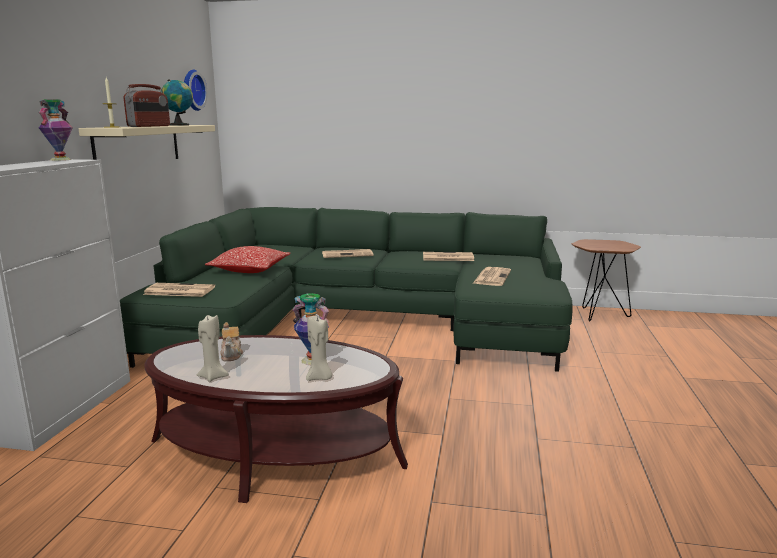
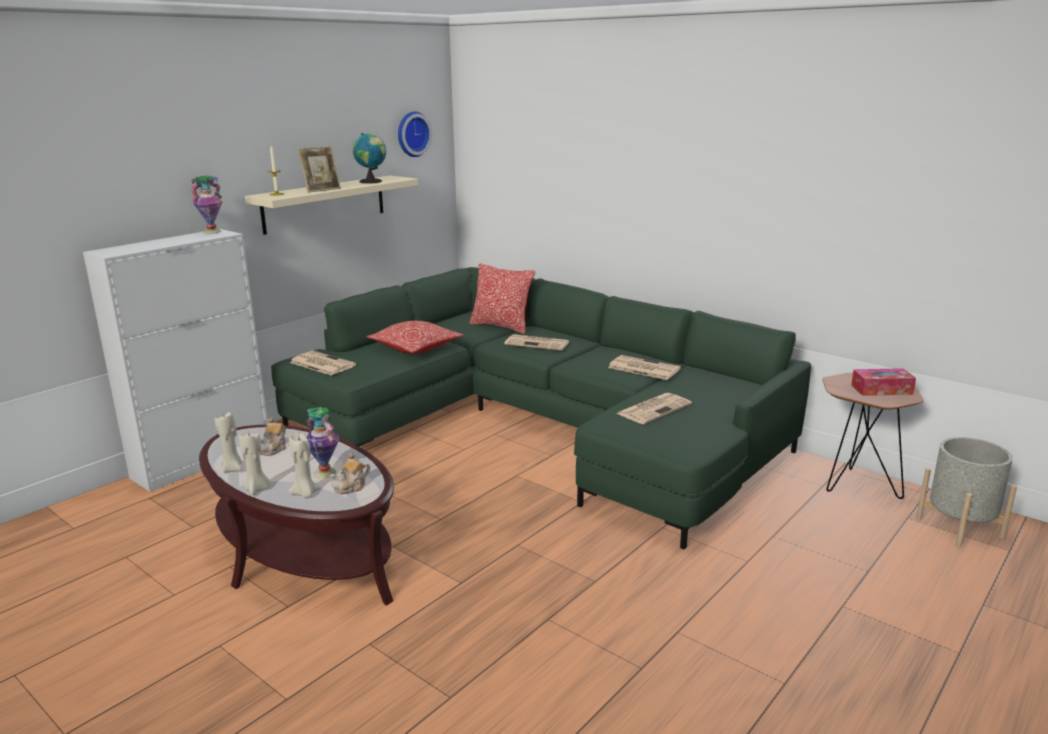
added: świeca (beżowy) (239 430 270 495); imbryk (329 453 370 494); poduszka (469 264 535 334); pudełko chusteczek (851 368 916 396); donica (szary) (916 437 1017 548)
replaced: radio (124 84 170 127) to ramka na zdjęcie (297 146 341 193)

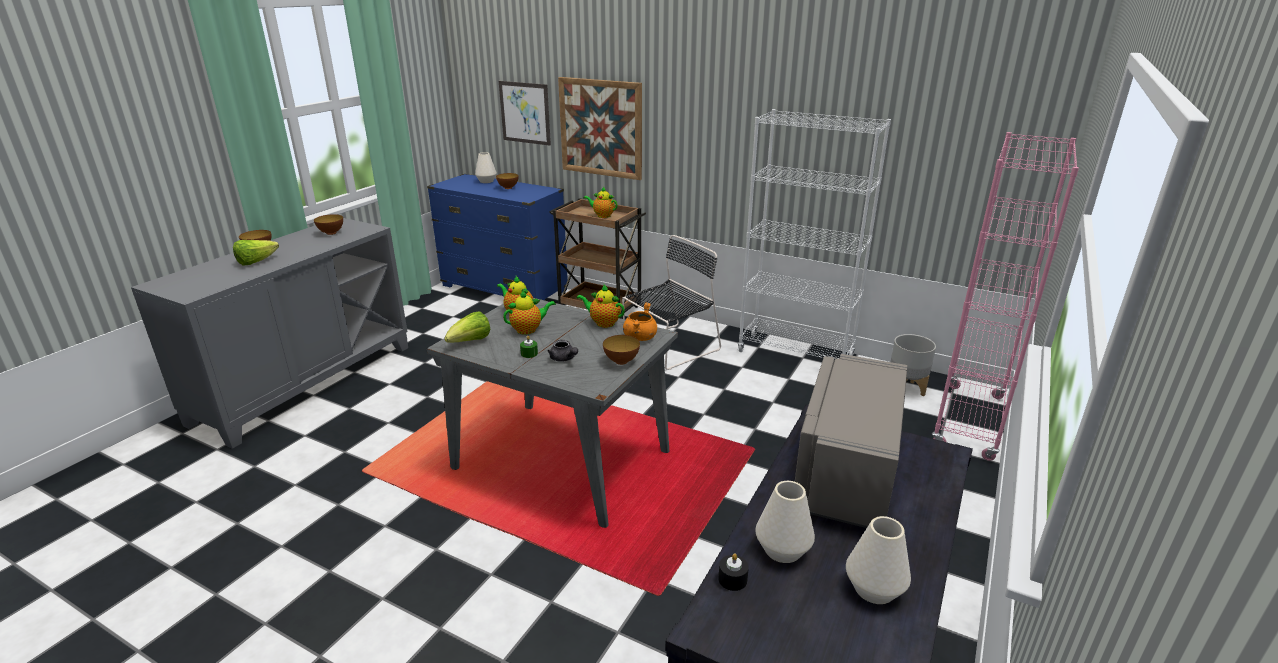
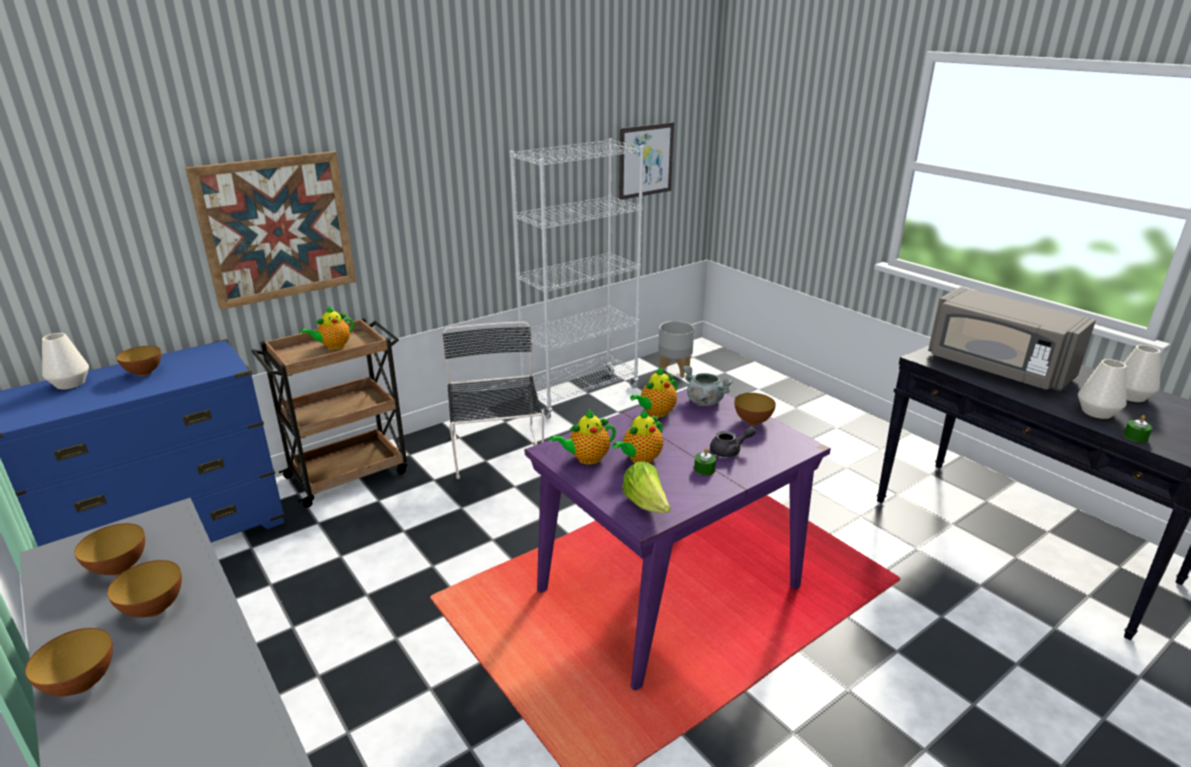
removed: sałata (233 240 279 266); regał (różowy) (932 132 1079 461)
added: miska (107 560 182 618)
moved: obraz (499 81 551 146) to (619 122 674 200)
recoloured: stół jadalny (szary) (427 298 678 528) to stół jadalny (fioletowy) (524 389 831 690); garnek (pomarańczowy) (623 302 657 341) to garnek (szary) (683 366 733 406); świeca (czarny) (718 553 749 591) to świeca (zielony) (1124 415 1153 442)
turned: imbryk (503 291 556 335) = (612 410 663 463) 135 degrees counterclockwise

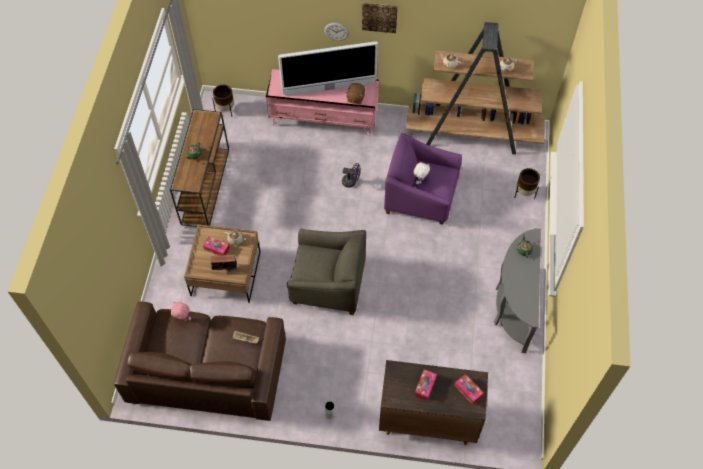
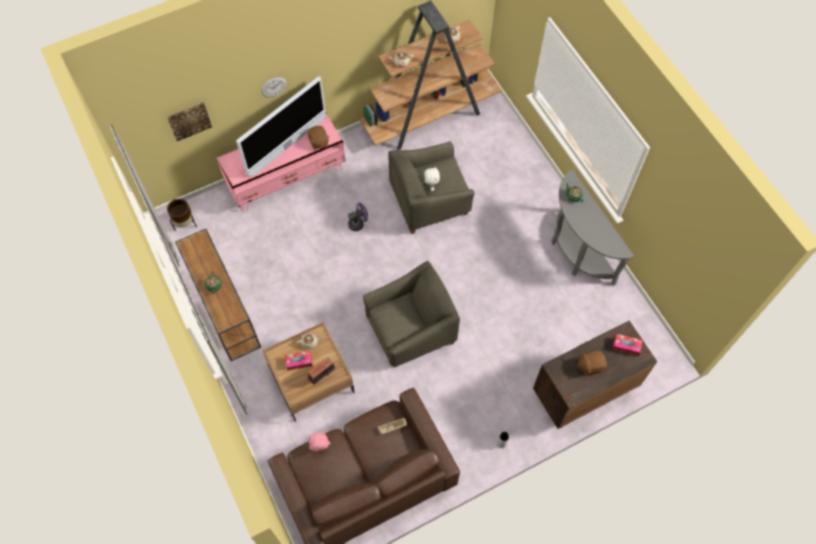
removed: donica (brązowy) (514 168 540 199)
moved: obraz (362 3 398 33) to (167 102 212 141)
replaced: pudełko chusteczek (414 369 437 400) to pluszak (brązowy) (577 351 607 376)
recoloured: fotel (fioletowy) (384 133 462 225) to fotel (szary) (388 141 475 234)

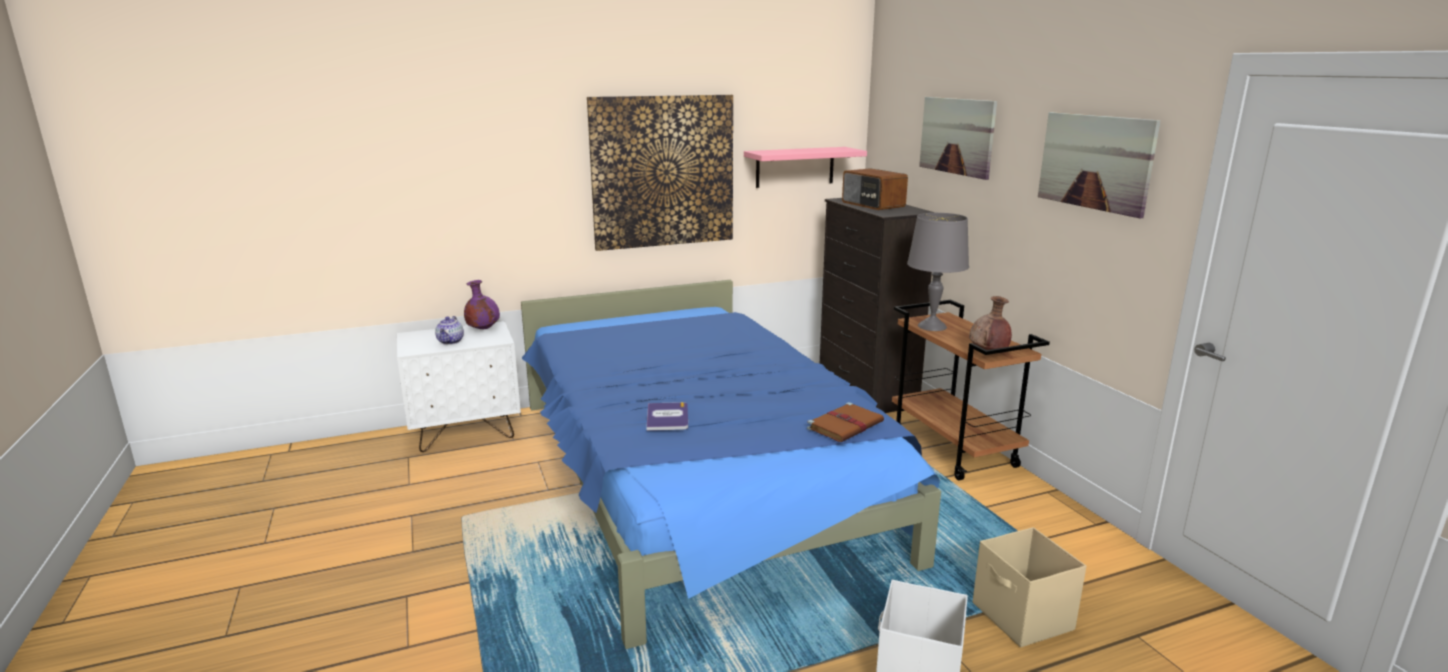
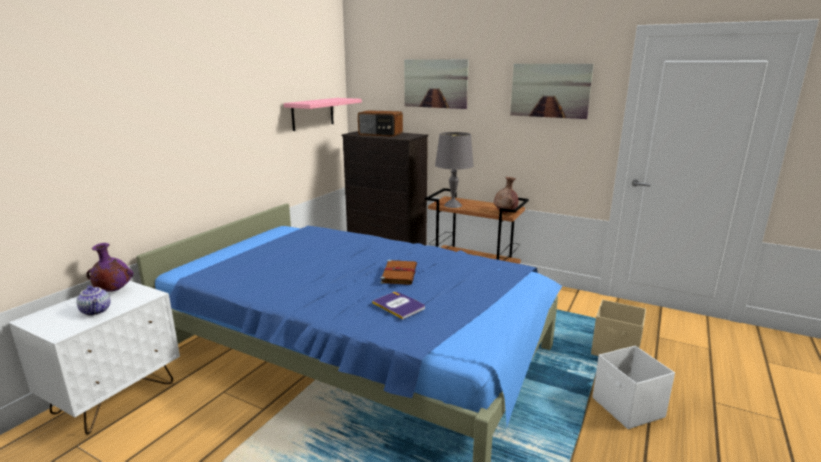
removed: obraz (587 95 733 251)
moved: książka (brązowy) (807 402 884 442) to (380 260 417 285)

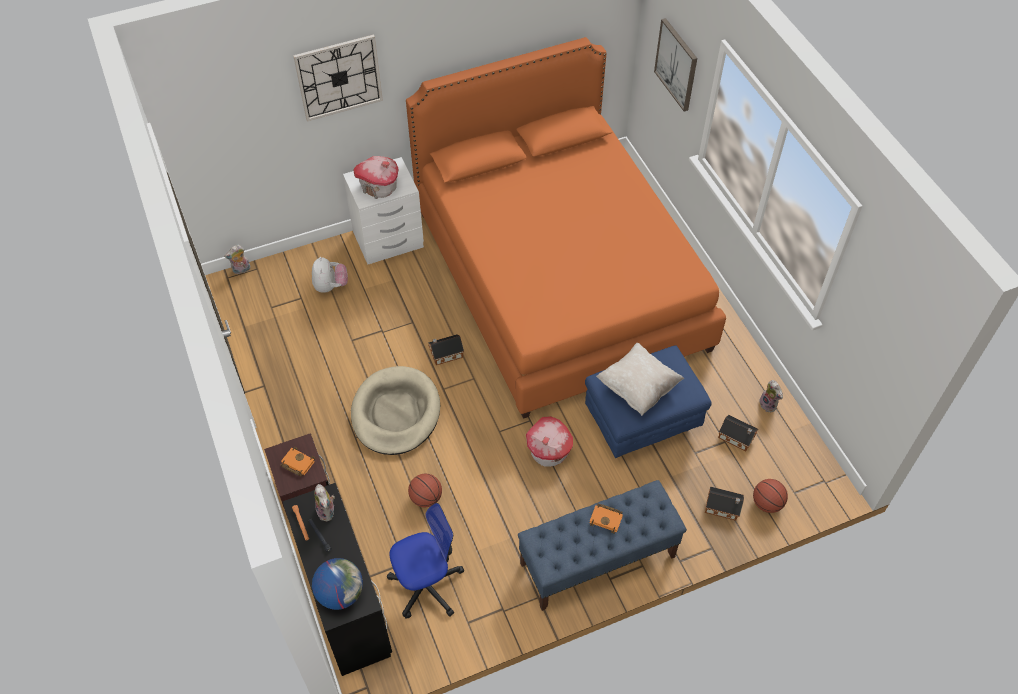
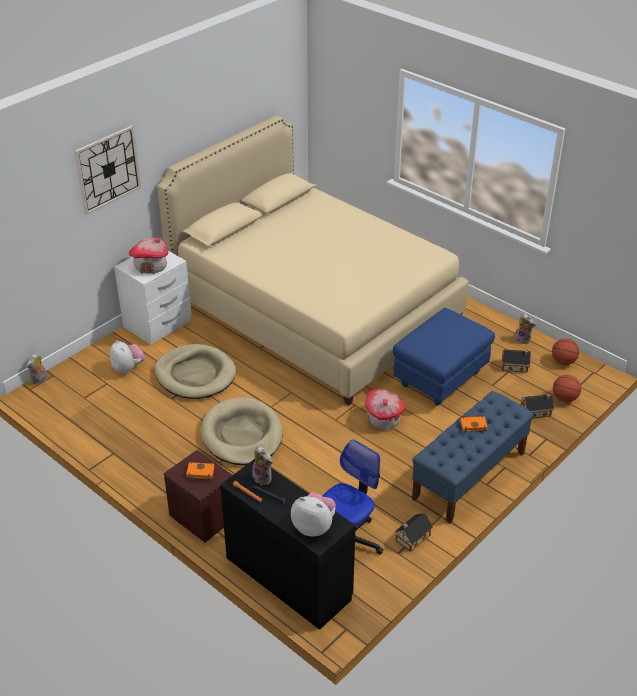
removed: poduszka (beżowy) (596 343 684 416); obraz (654 18 697 112)
added: legowisko (beżowy) (154 344 236 399)
moved: piłka do koszykówki (408 474 442 507) to (552 338 579 365); domek (428 334 464 365) to (394 513 433 552)
replaced: globus (312 558 363 610) to pluszak (291 492 336 536)
recoloured: łóżko (pomarańczowy) (406 37 726 419) to łóżko (beżowy) (157 115 469 405)

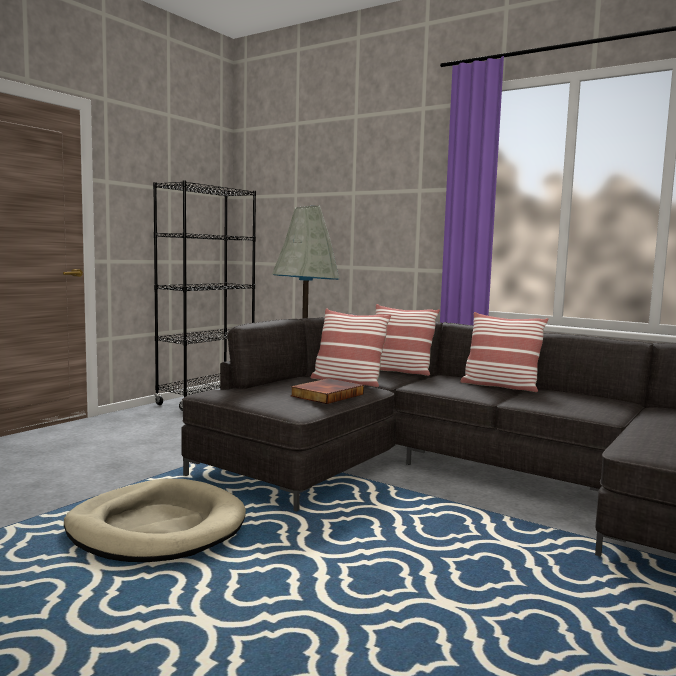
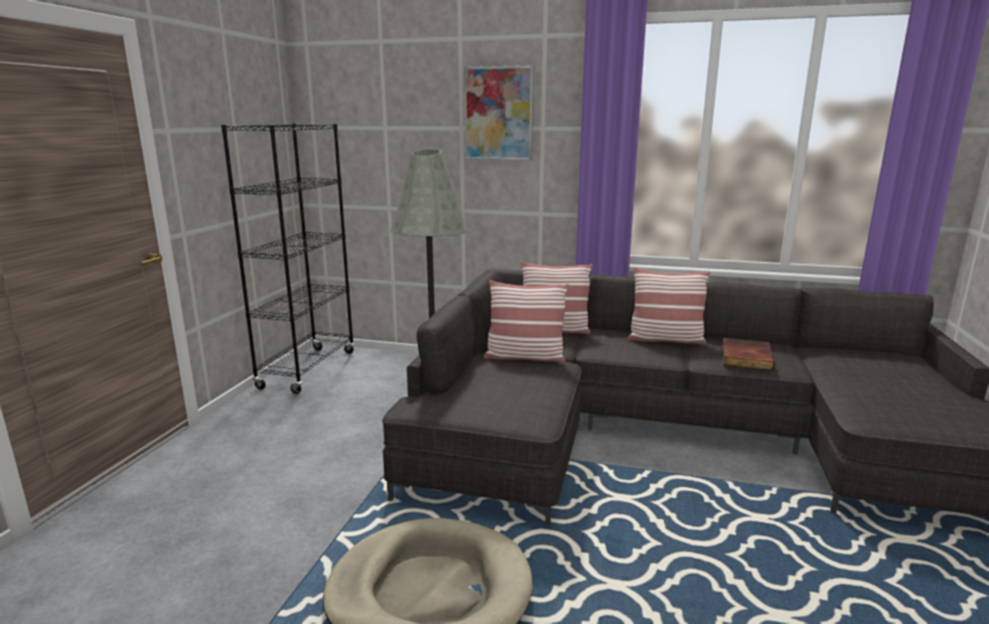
added: obraz (464 65 534 160)
moved: książka (290 378 364 404) to (722 338 775 371)

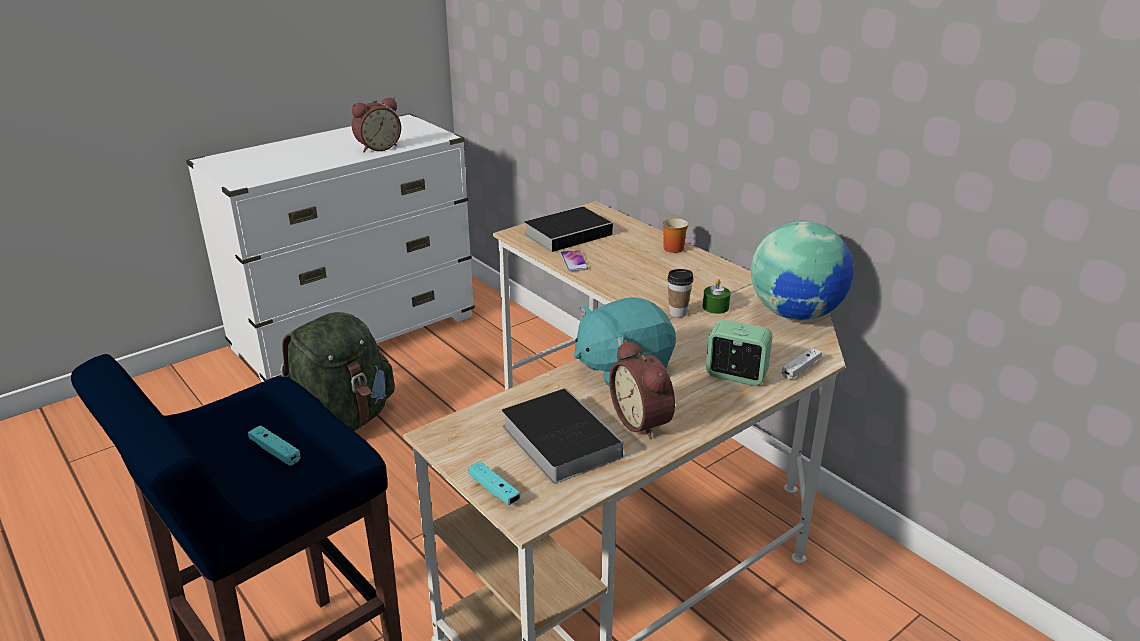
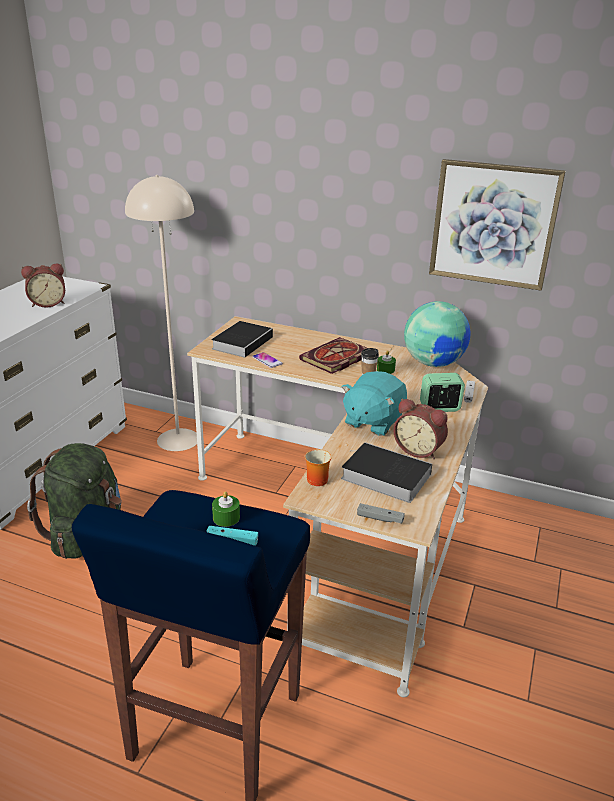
added: lampa stojąca (beżowy) (125 175 197 451); świeca (zielony) (212 491 240 527); książka (299 337 367 374); obraz (429 159 566 291)
moved: kubek (662 218 689 253) to (305 449 332 486)
recoloured: pad do gier (turkusowy) (469 461 521 505) to pad do gier (szary) (357 503 405 524)
turned: budzik (352 97 401 152) = (21 263 65 307) 45 degrees clockwise

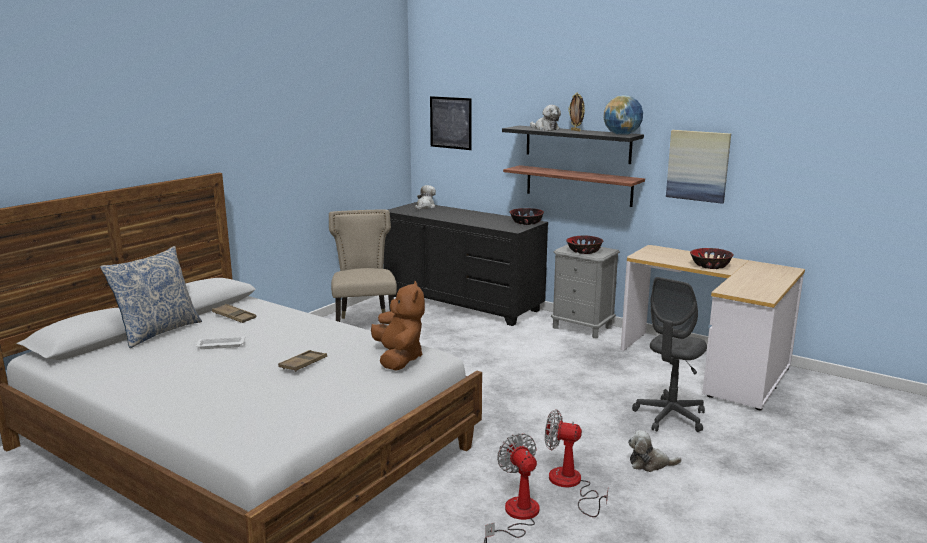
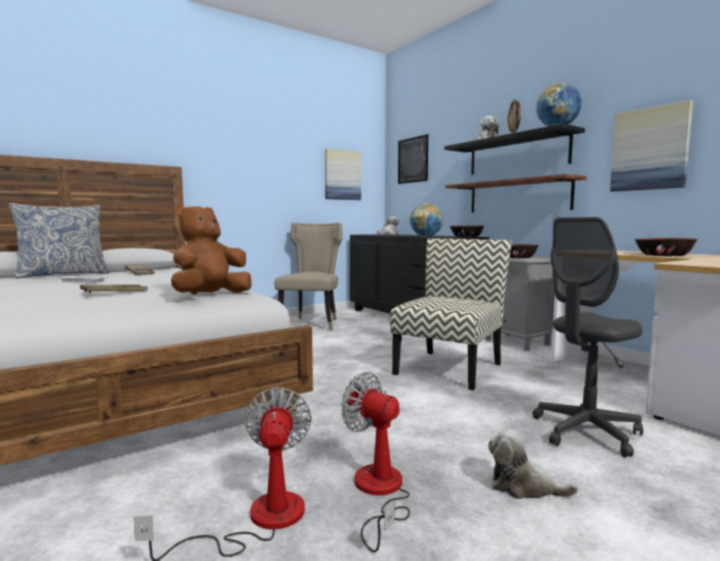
added: obraz (325 149 361 200); krzesło (390 239 511 391); globus (410 203 443 237)
turned: pluszak (brązowy) (371 281 425 371) = (171 205 252 294) 150 degrees counterclockwise

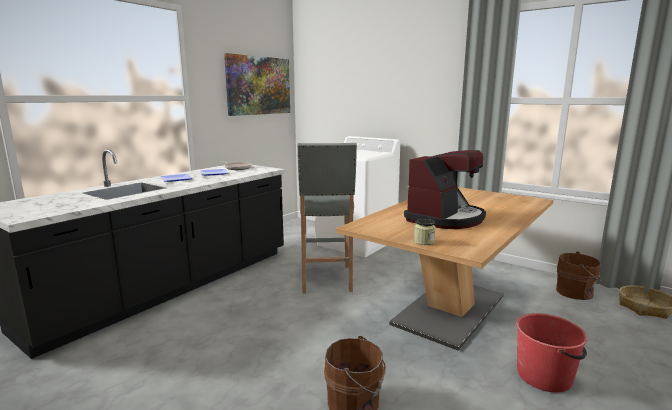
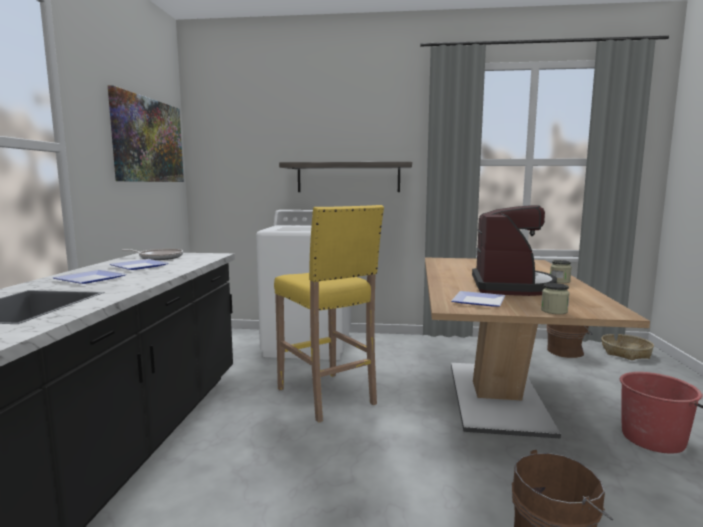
added: półka (279 162 412 192); talerz (451 291 505 307); słoik (550 260 572 283)
recoloured: stołek (szary) (297 143 357 293) to stołek (żółty) (274 205 384 423)

